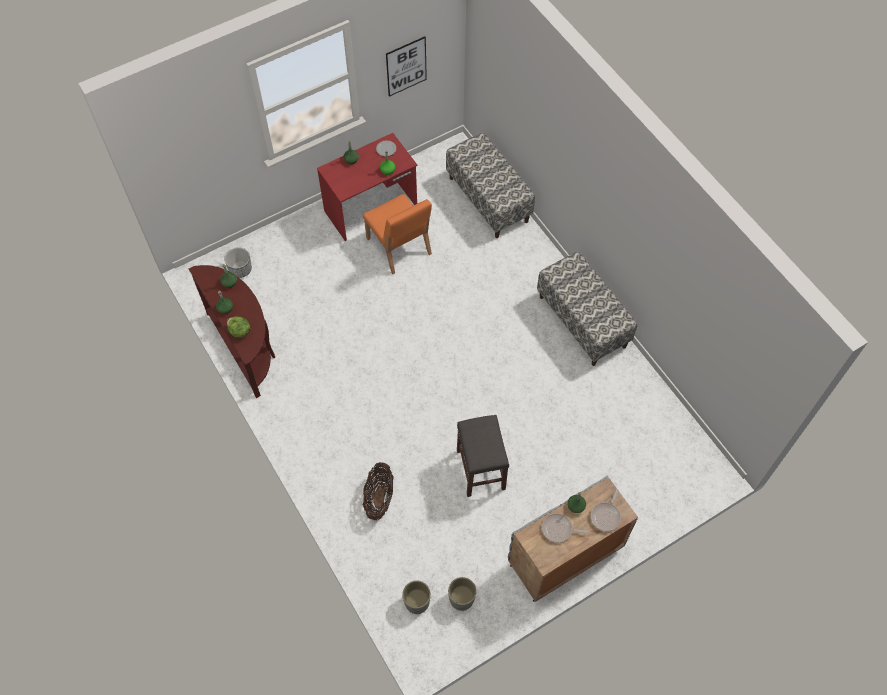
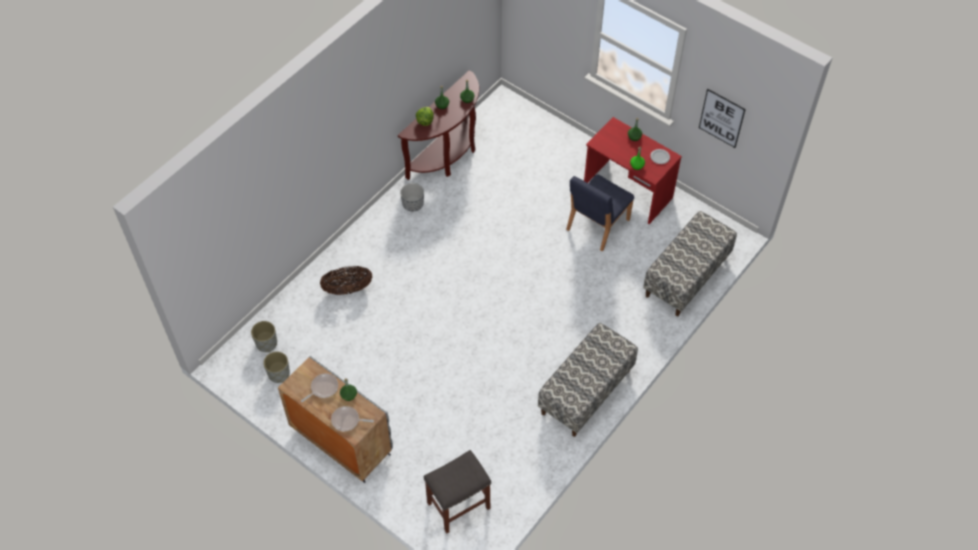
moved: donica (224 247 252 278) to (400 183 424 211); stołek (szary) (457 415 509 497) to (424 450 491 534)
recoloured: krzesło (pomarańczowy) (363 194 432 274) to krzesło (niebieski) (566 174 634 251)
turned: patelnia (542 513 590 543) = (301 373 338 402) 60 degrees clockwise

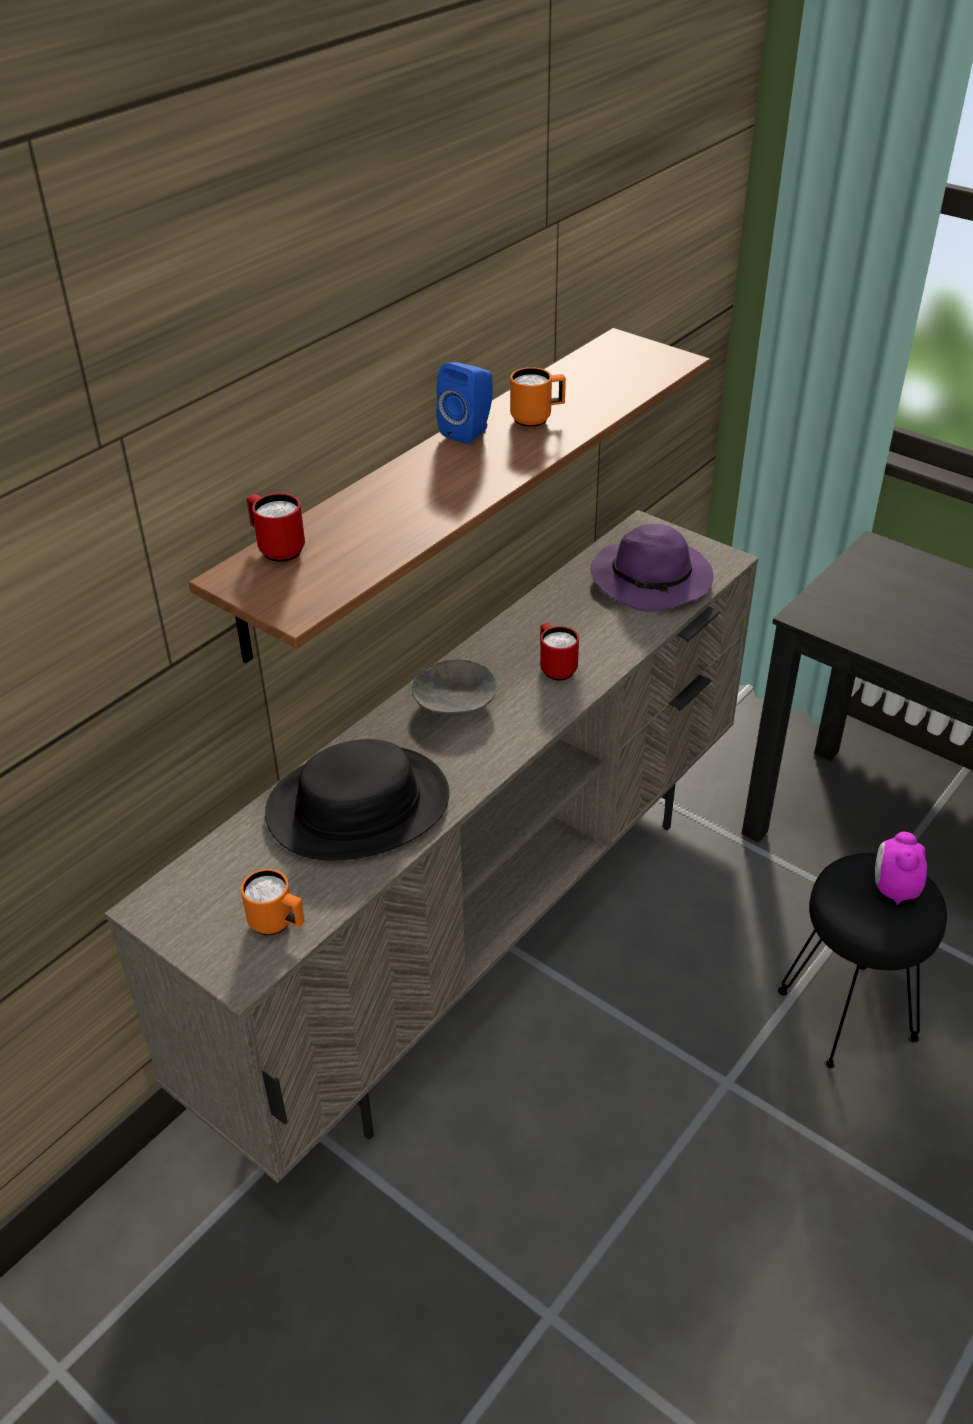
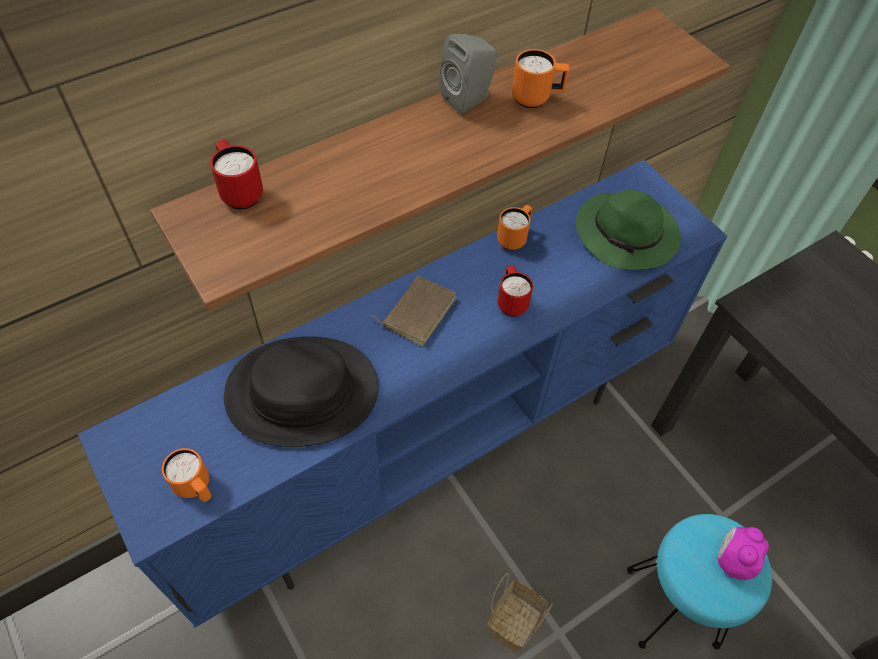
added: koszyk (487 573 553 654); kubek (pomarańczowy) (497 205 532 250)
replaced: miska (szary) (412 659 498 717) to książka (brązowy) (370 276 457 346)
recoloured: szafka pod telewizor (beżowy) (105 510 759 1183) to szafka pod telewizor (niebieski) (78 160 728 628); głośnik (niebieski) (436 362 493 444) to głośnik (szary) (439 34 497 114); kapelusz (fioletowy) (590 524 713 612) to kapelusz (zielony) (576 190 681 270); stołek (czarny) (778 853 947 1068) to stołek (turkusowy) (627 514 772 649)

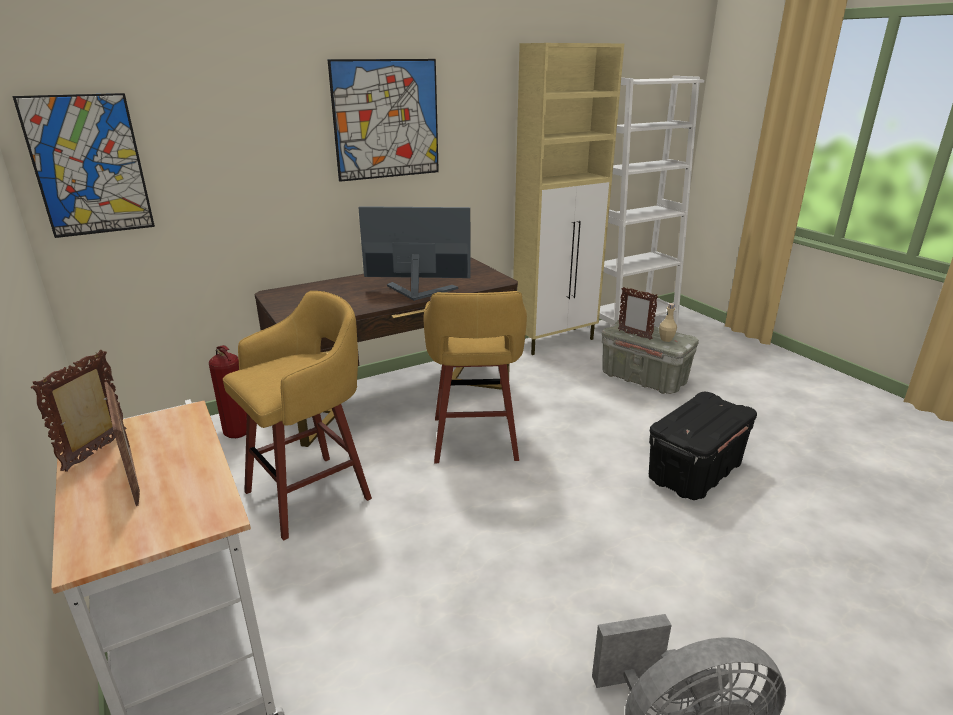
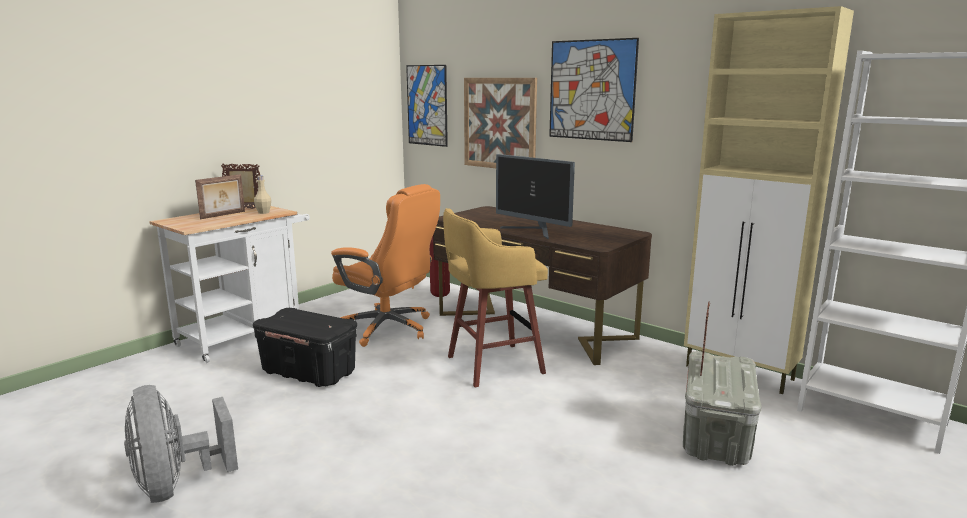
added: obraz (464 78 537 168)
moved: pojemnik do przechowywania (czarny) (649 392 757 500) to (253 308 357 387); butelka (beżowy) (659 303 677 342) to (254 176 271 214)
replaced: stołek (żółty) (223 291 372 540) to krzesło biurowe (pomarańczowy) (331 184 440 347)
turned: monitor (358 206 471 301) = (496 154 575 240) 150 degrees clockwise

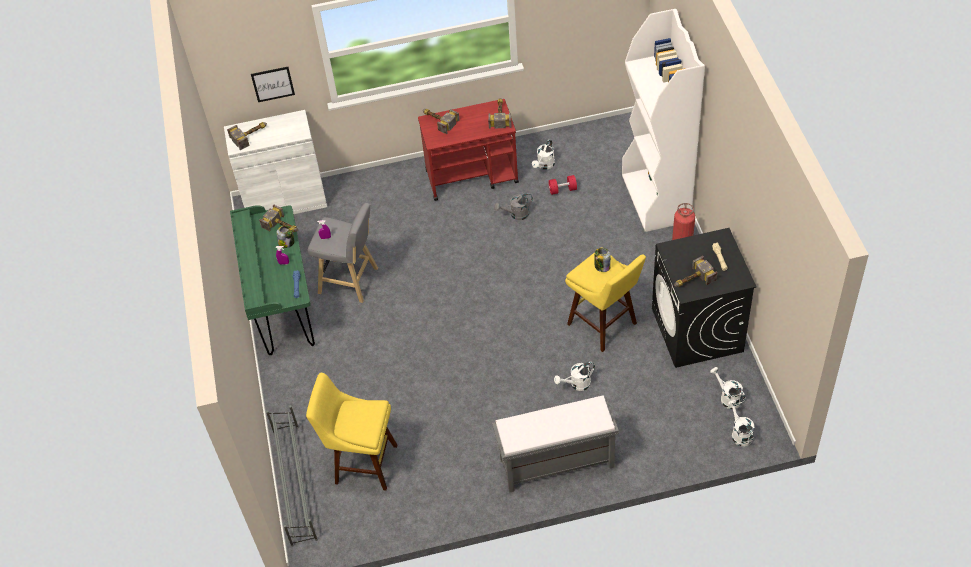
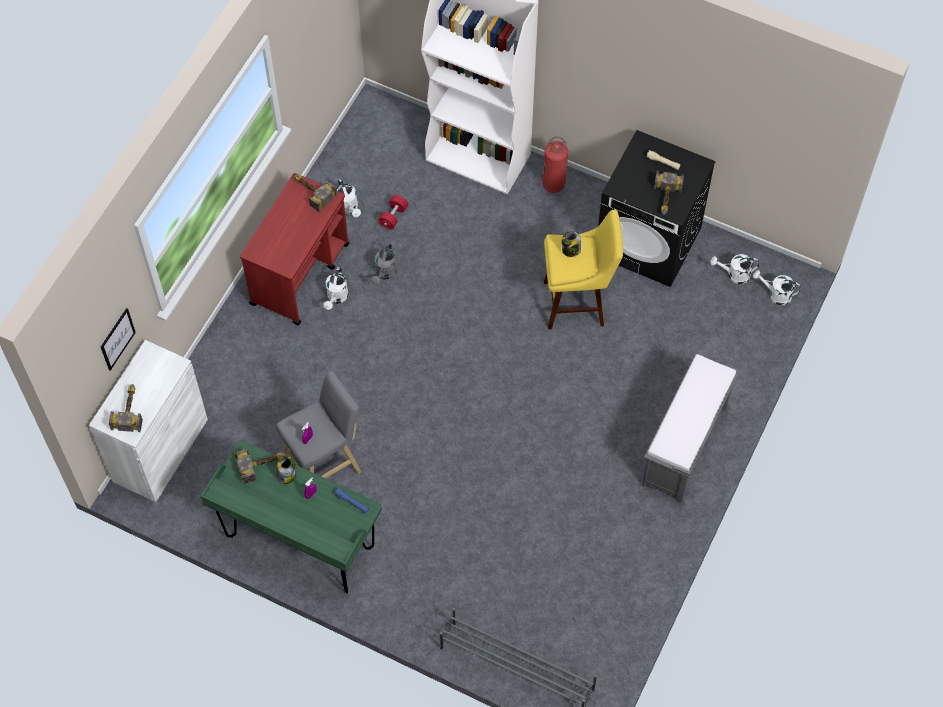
removed: stołek (żółty) (306 373 398 490); młotek (423 109 460 134)
moved: konewka (biały) (554 362 595 391) to (323 267 348 310)

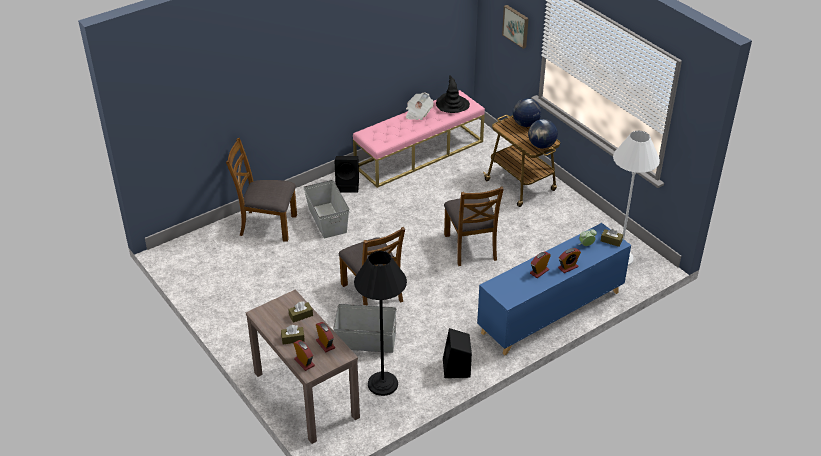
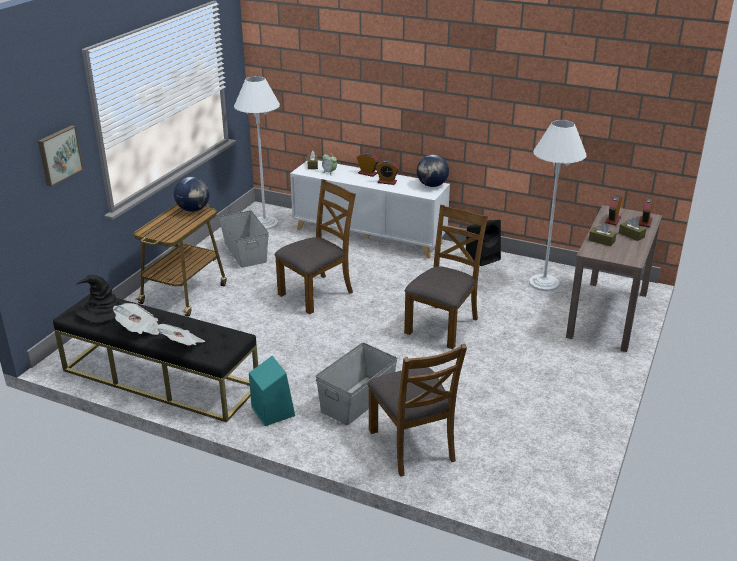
added: gazeta (155 324 205 346)
moved: pojemnik do przechowywania (szary) (333 304 396 353) to (219 210 269 268); globus (513 98 541 127) to (417 154 449 187)
recoloured: głośnik (czarny) (334 156 359 192) to głośnik (turkusowy) (249 356 295 426); ławka (różowy) (353 90 485 188) to ławka (czarny) (53 294 258 422); lampa stojąca (czarny) (354 251 407 396) to lampa stojąca (biały) (529 120 586 291); szafka (niebieski) (477 223 631 355) to szafka (biały) (290 160 450 258)

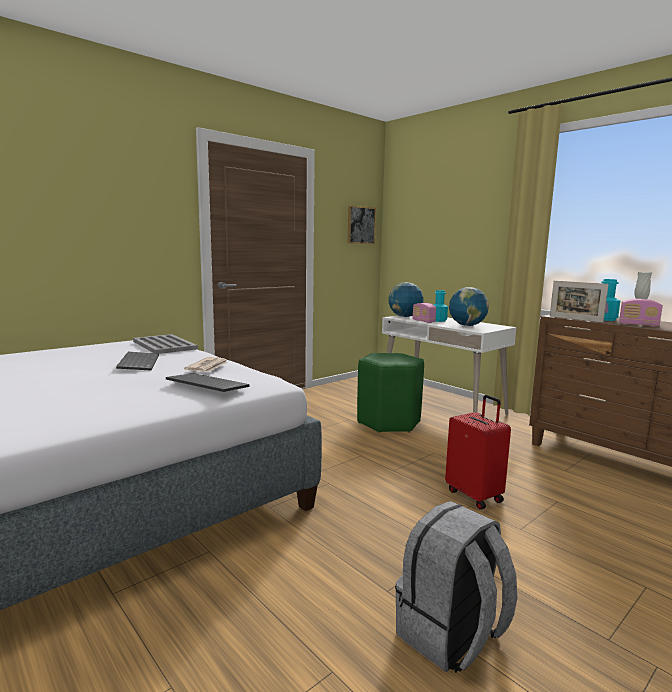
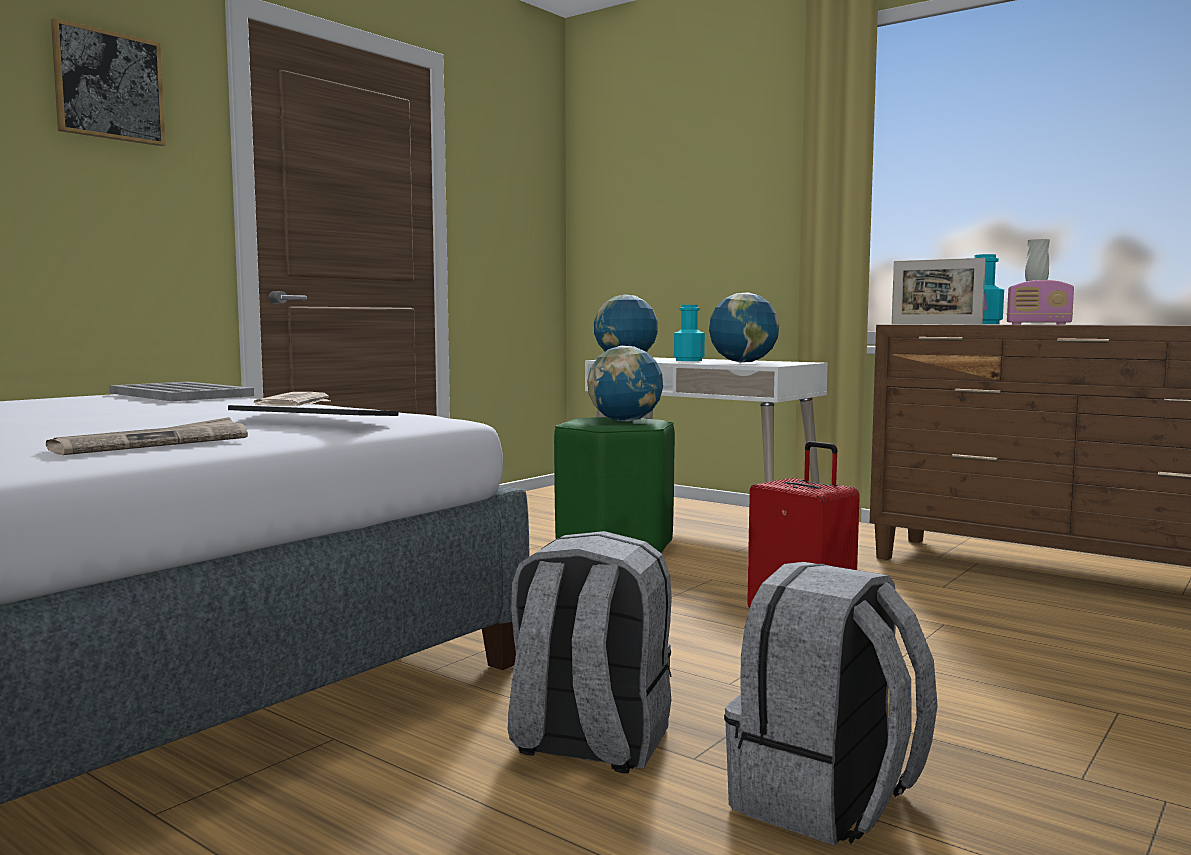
removed: klawiatura (116 352 159 371); radio (413 303 436 323)
added: gazeta (46 417 248 455); plecak (szary) (507 531 672 773); globus (587 346 663 421)
moved: obraz (348 205 376 244) to (51 18 166 146)

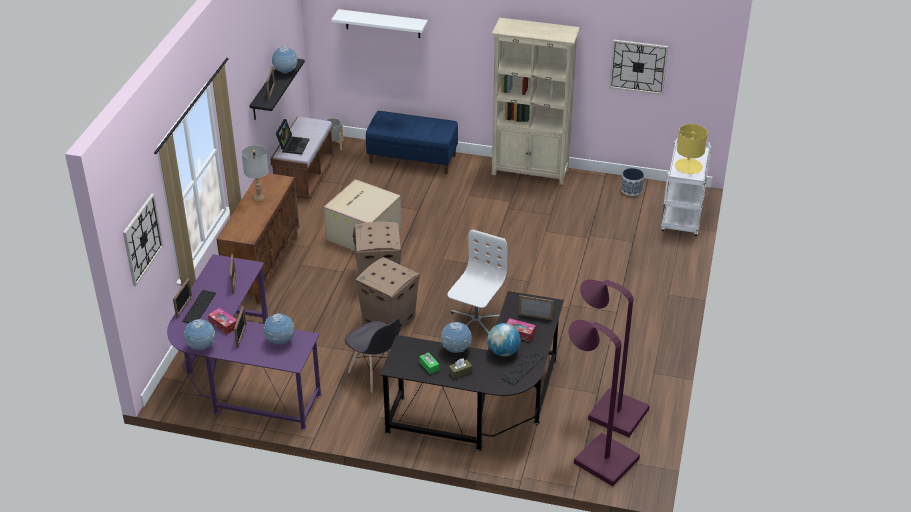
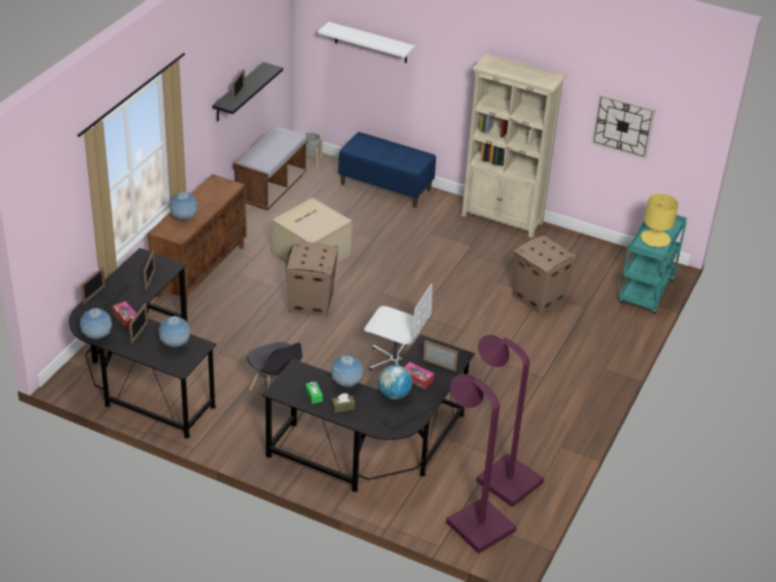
removed: zegar ścienny (123 193 164 286); lampa stołowa (szary) (242 145 268 201); laptop (276 119 309 155); donica (621 168 644 196)
moved: globus (272 47 298 74) to (169 192 198 221); karton (355 257 420 330) to (514 235 577 314)
recoloured: biurko (fioletowy) (167 254 322 430) to biurko (czarny) (69 248 217 439); wózek (biały) (661 139 711 236) to wózek (turkusowy) (619 215 687 314)
turned: krzesło biurowe (biały) (447 229 507 334) = (364 283 432 371) 75 degrees clockwise

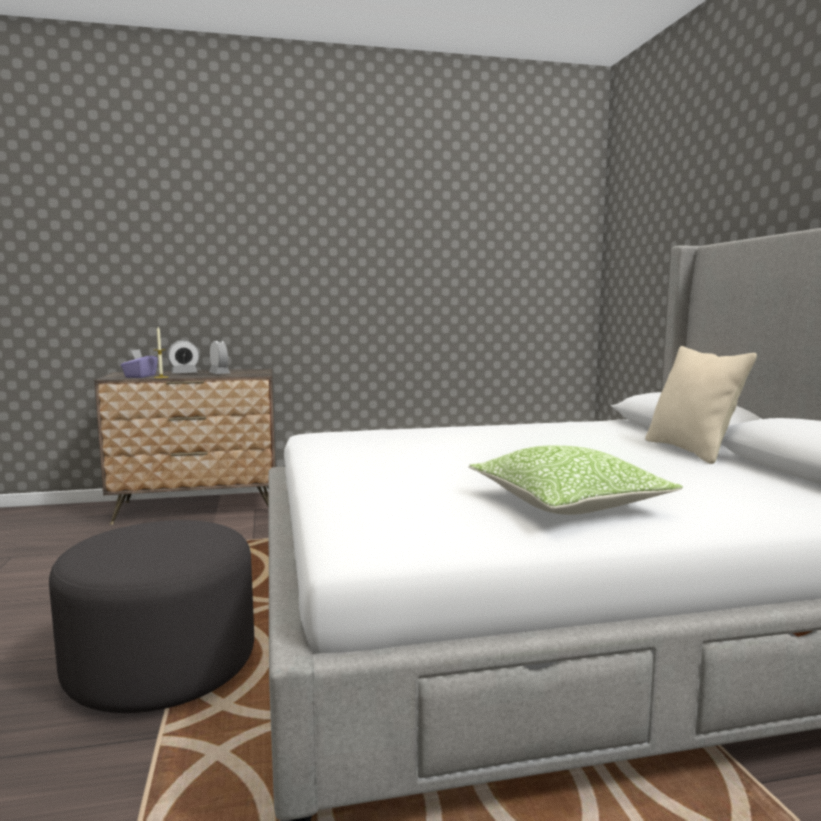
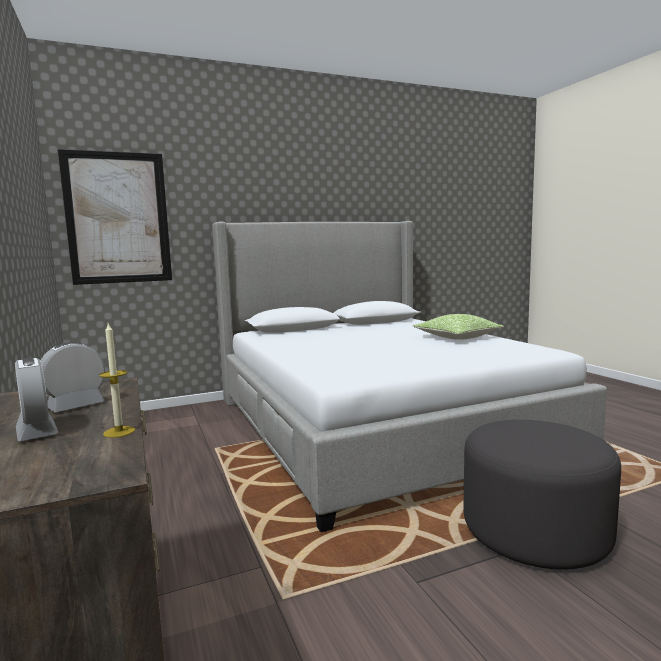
removed: pudełko chusteczek (fioletowy) (121 349 158 378); poduszka (beżowy) (645 346 757 464)
added: obraz (58 149 172 285)

